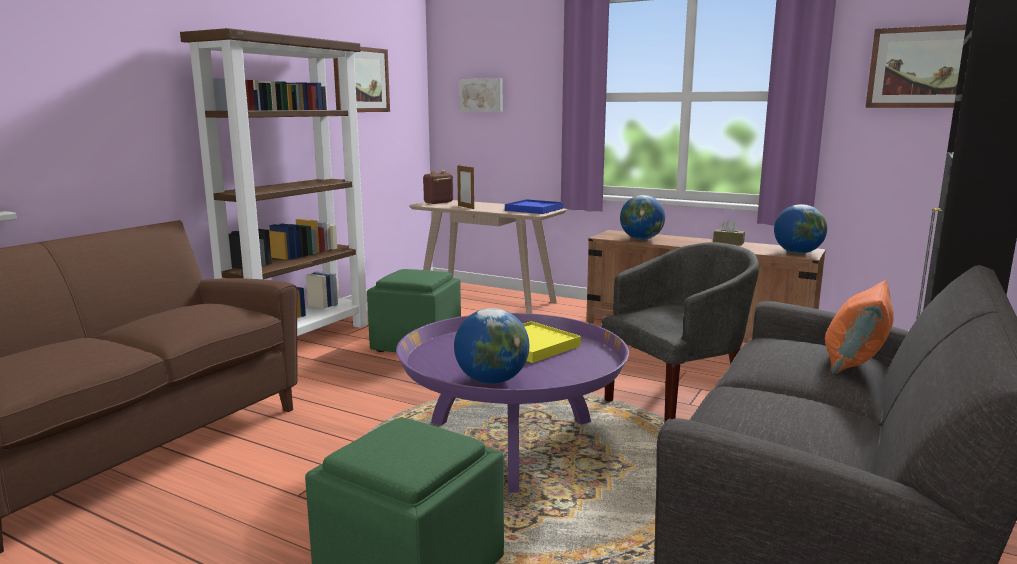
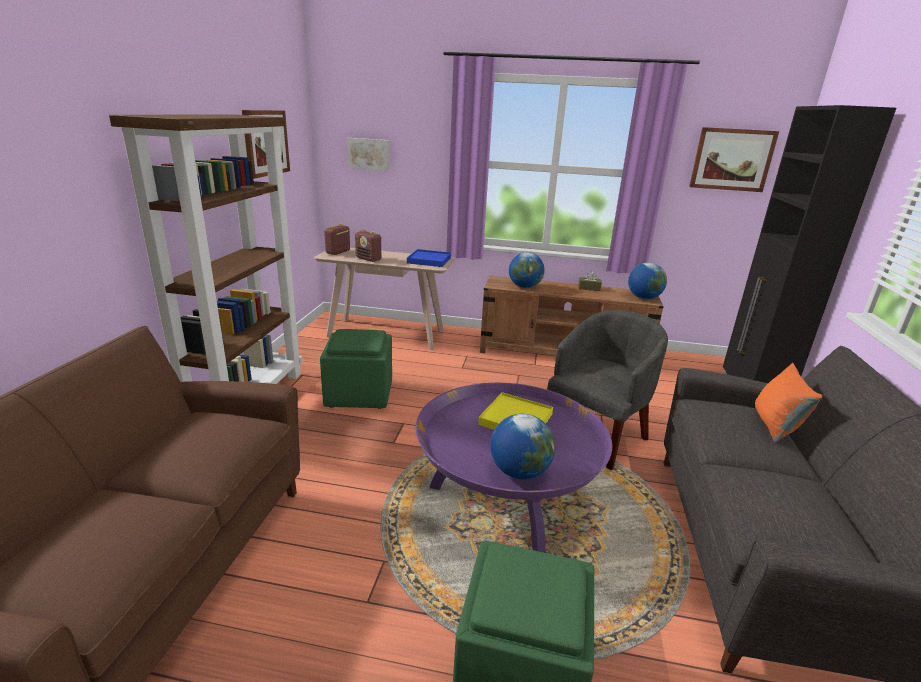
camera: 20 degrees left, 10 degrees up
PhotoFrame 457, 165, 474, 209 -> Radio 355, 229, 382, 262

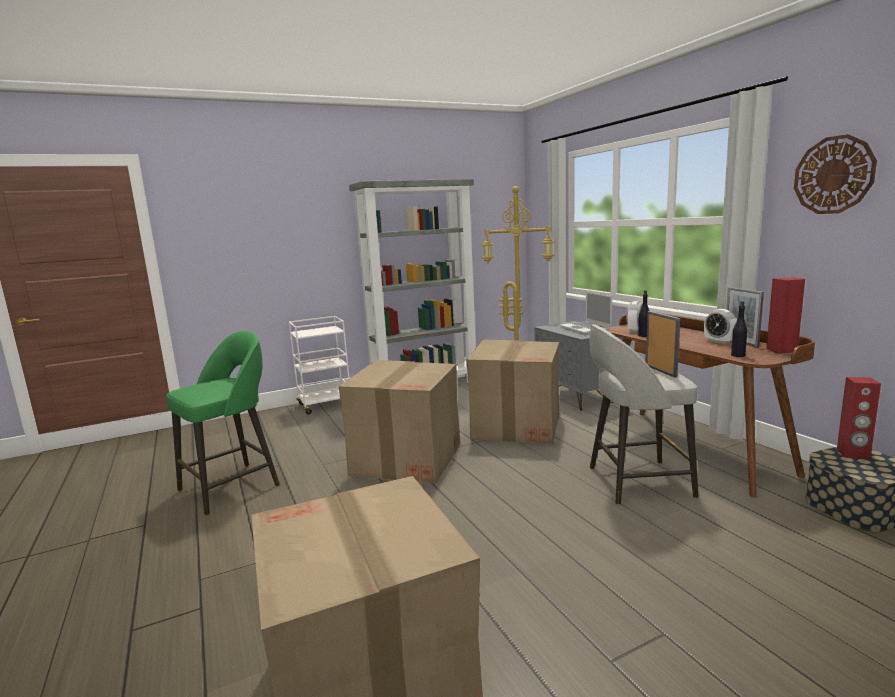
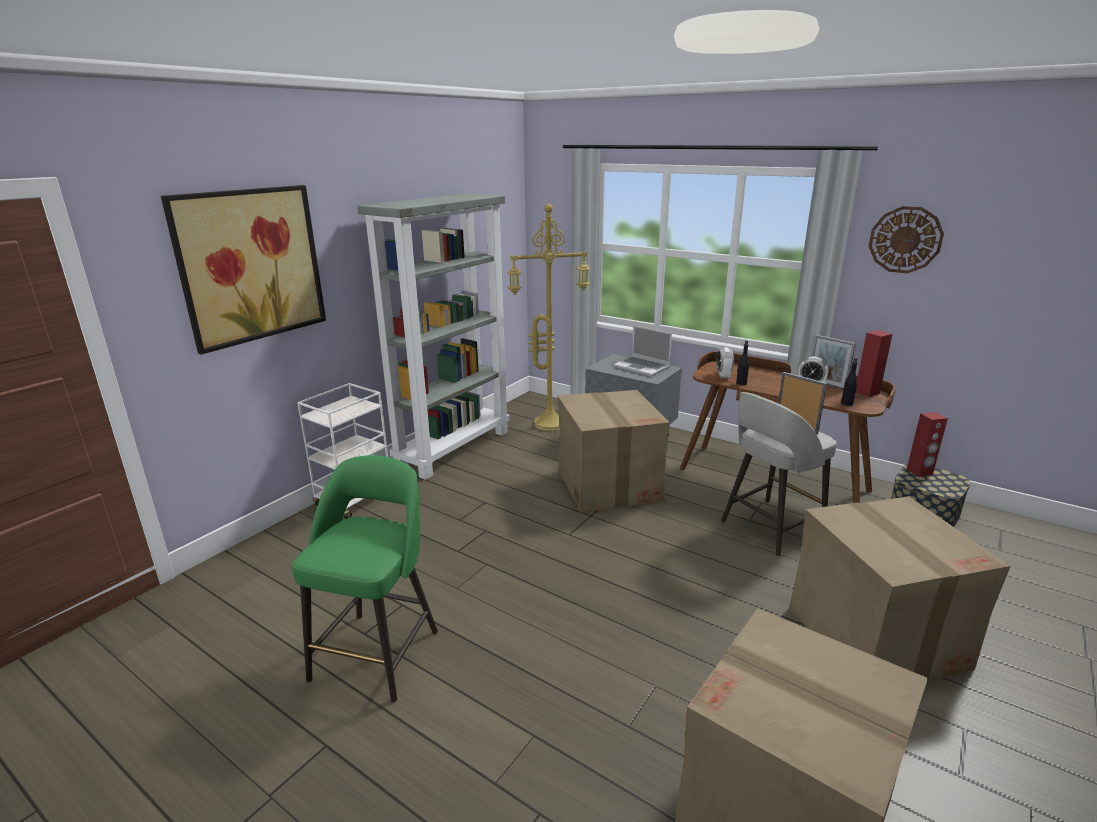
camera: 30 degrees left, 10 degrees up
CardboardBox 338, 360, 461, 483 -> CardboardBox 789, 496, 1010, 681, relocated
none -> WallPicture 161, 185, 326, 355

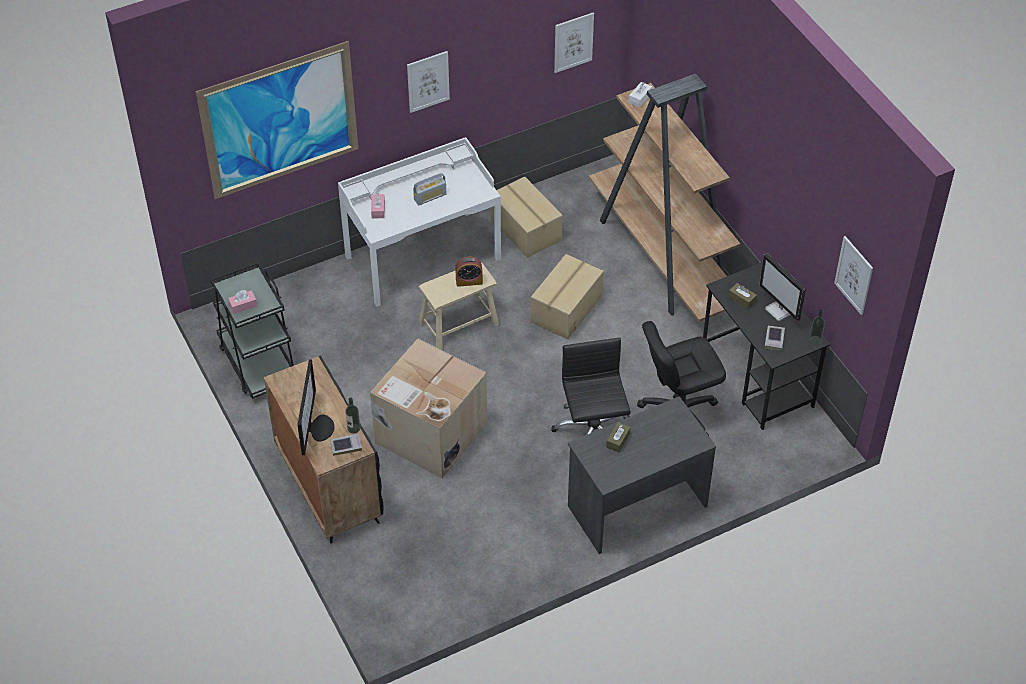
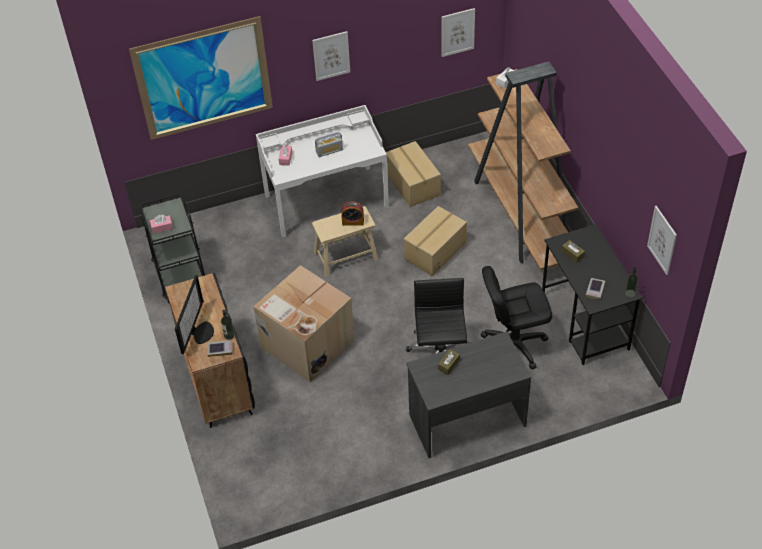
camera: 10 degrees right, 0 degrees up
ComputerScreen 759, 253, 806, 321 -> none

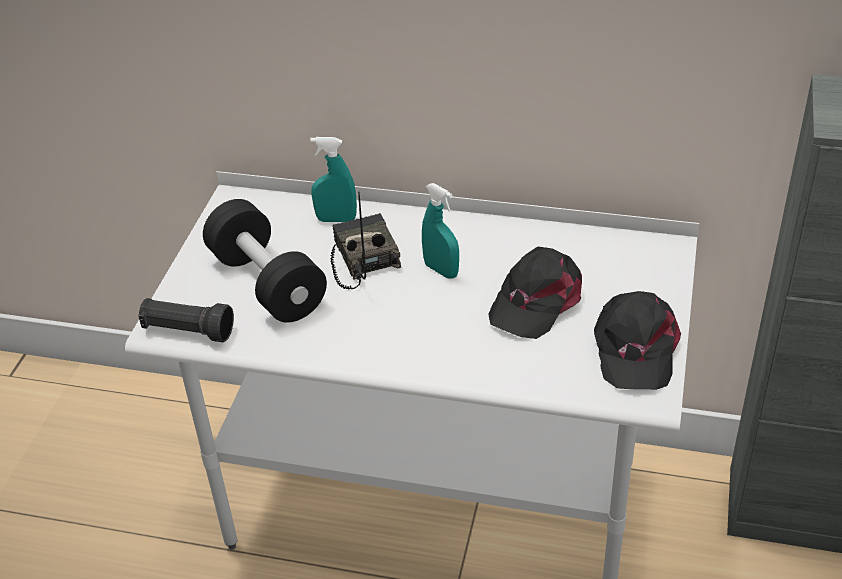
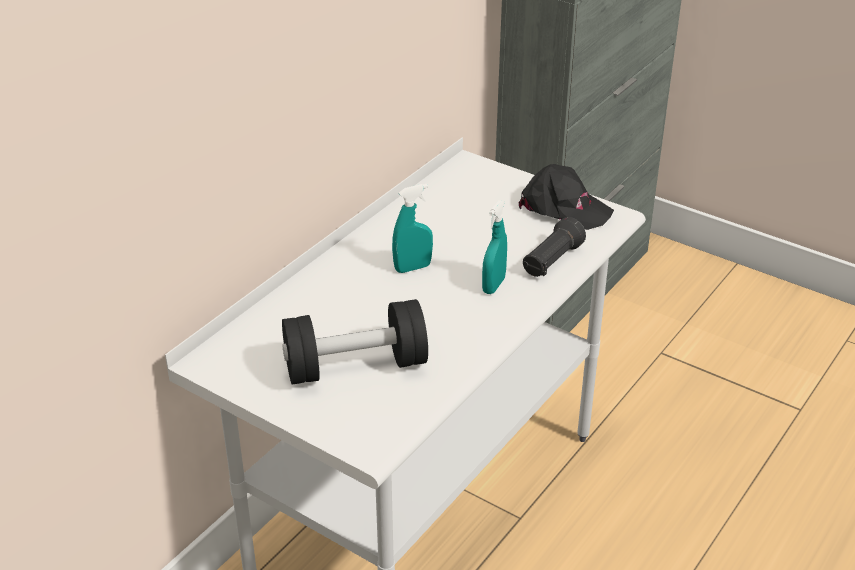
camera: 70 degrees left, 5 degrees down
BlueGreenHandSprayer 310, 137, 357, 222 -> BlueGreenHandSprayer 482, 200, 507, 294, relocated
Radio 330, 192, 401, 289 -> none
BlackColouredPeakedCap 488, 247, 582, 339 -> none
BlackColouredTorch 138, 298, 234, 342 -> BlackColouredTorch 523, 217, 586, 277, relocated

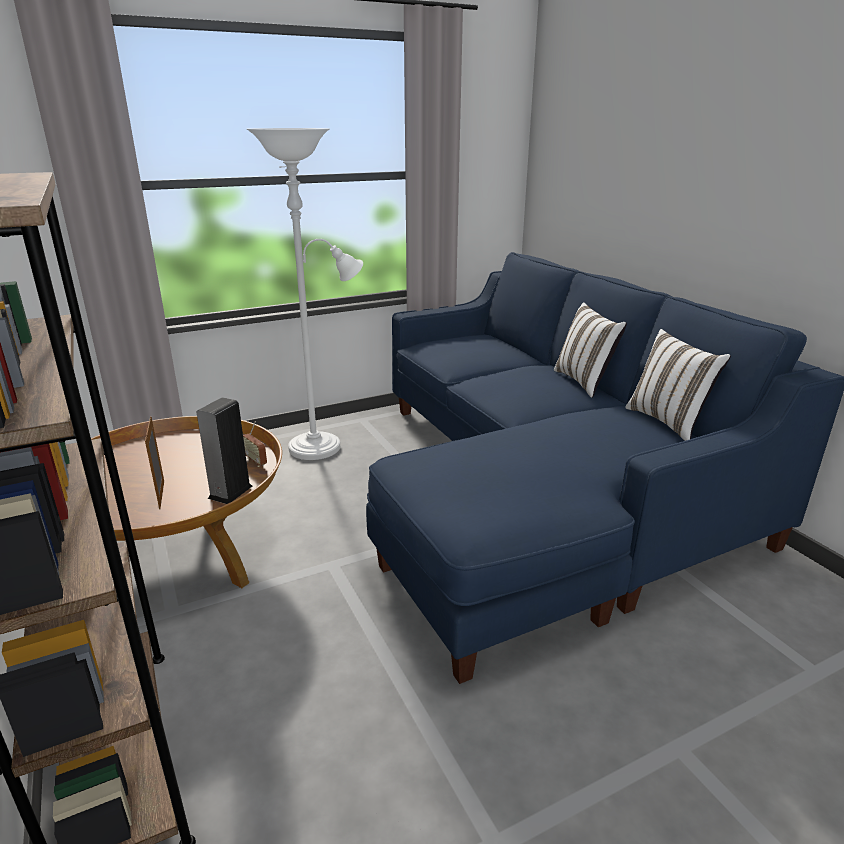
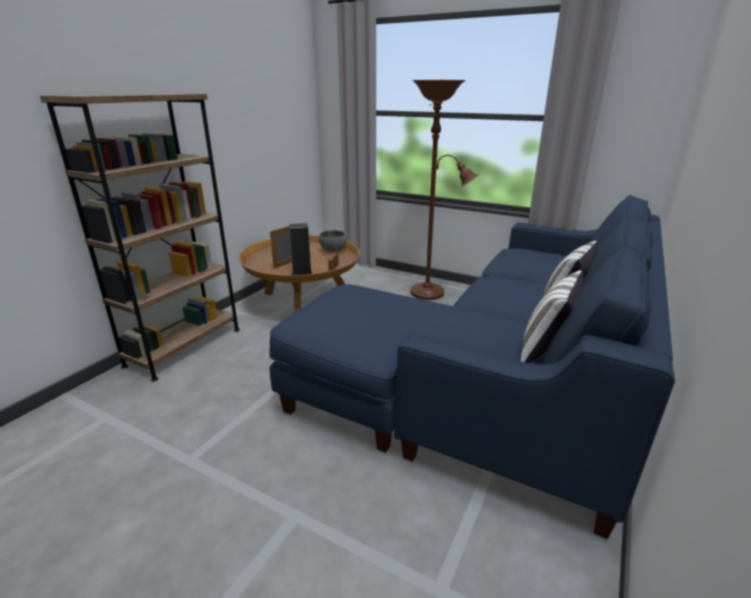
camera: 55 degrees right, 0 degrees up
WhiteColouredStandardLamp 247, 128, 363, 460 -> BrownColouredStandardLamp 410, 80, 478, 300
none -> GreyDeepDish 319, 230, 347, 252

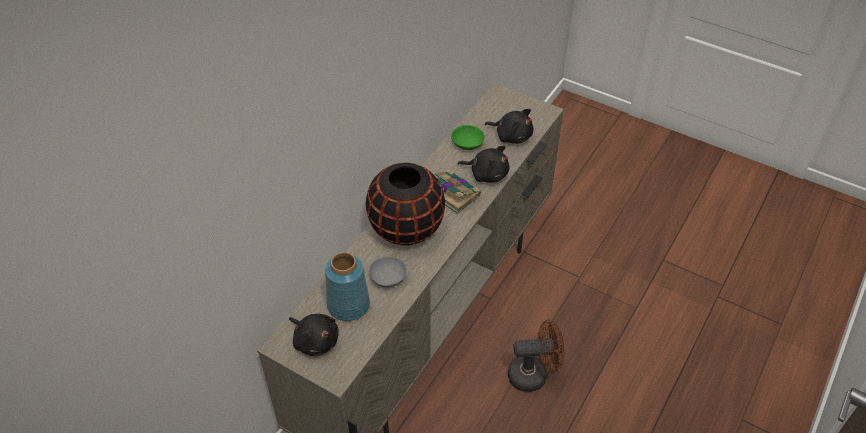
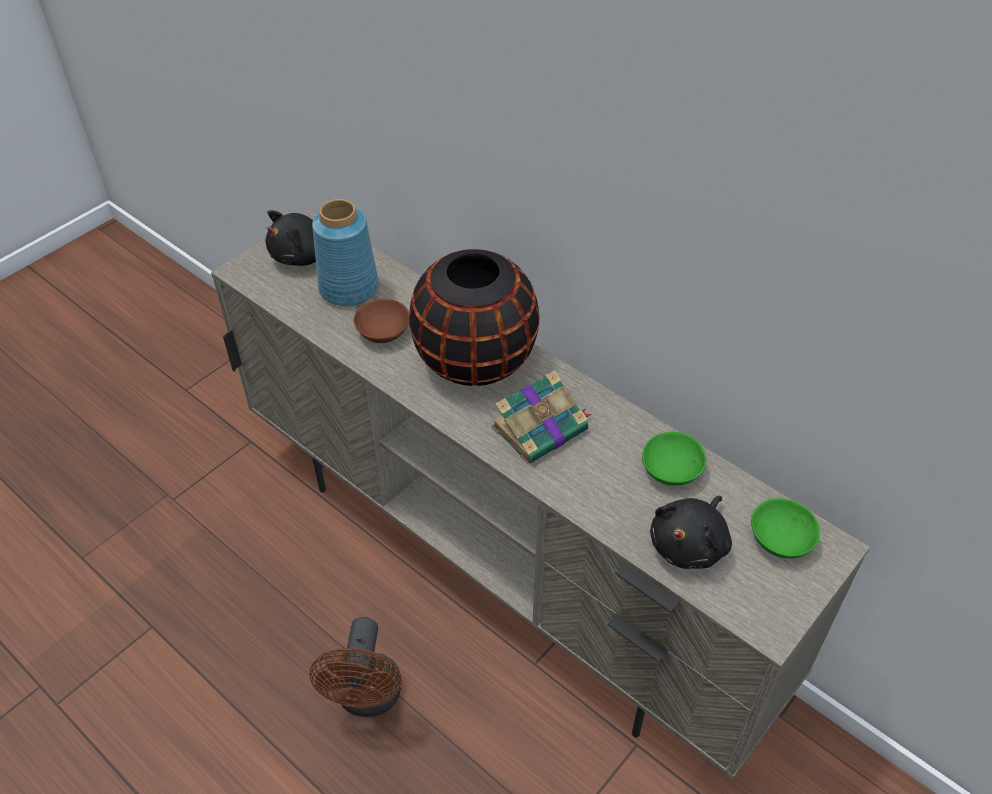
camera: 100 degrees right, 0 degrees up
BlackColouredSoftToy 458, 146, 509, 183 -> none
GreyDeepDish 369, 256, 407, 287 -> BrownColouredDeepDish 353, 299, 409, 343
none -> GreenDeepDish 751, 498, 820, 558

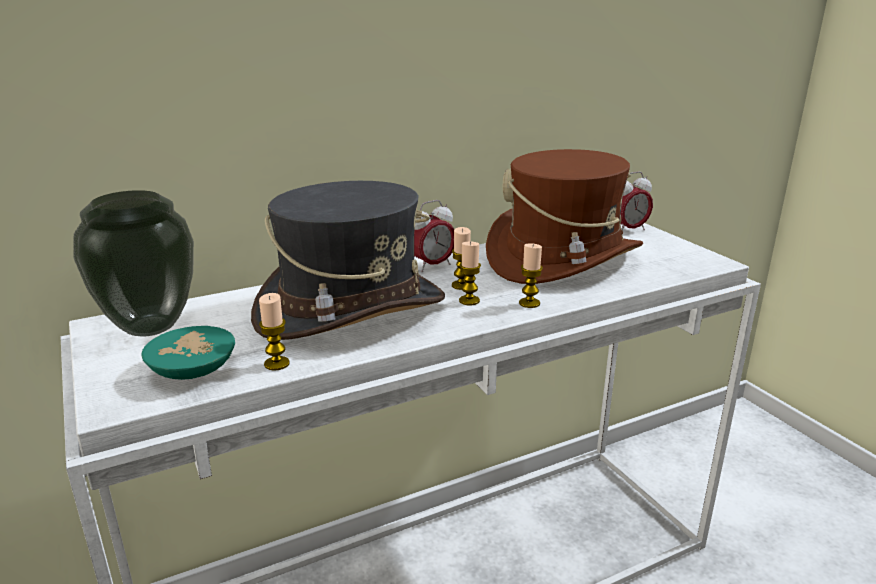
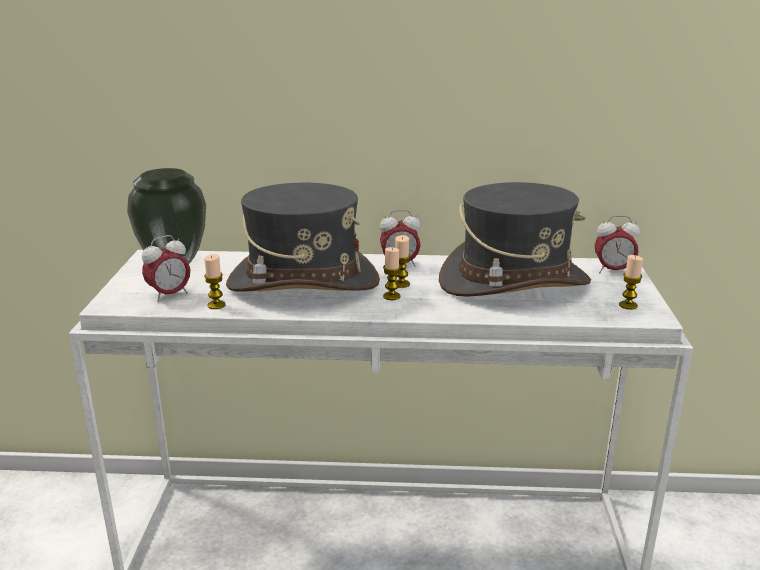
camera: 30 degrees right, 0 degrees up
BrownColouredWearableHat 486, 149, 643, 284 -> GreyWearableHat 439, 182, 591, 297
WaxLight 519, 243, 543, 308 -> WaxLight 619, 255, 643, 310, relocated
BlueGreenDeepDish 141, 326, 235, 380 -> AlarmClock 142, 235, 191, 302

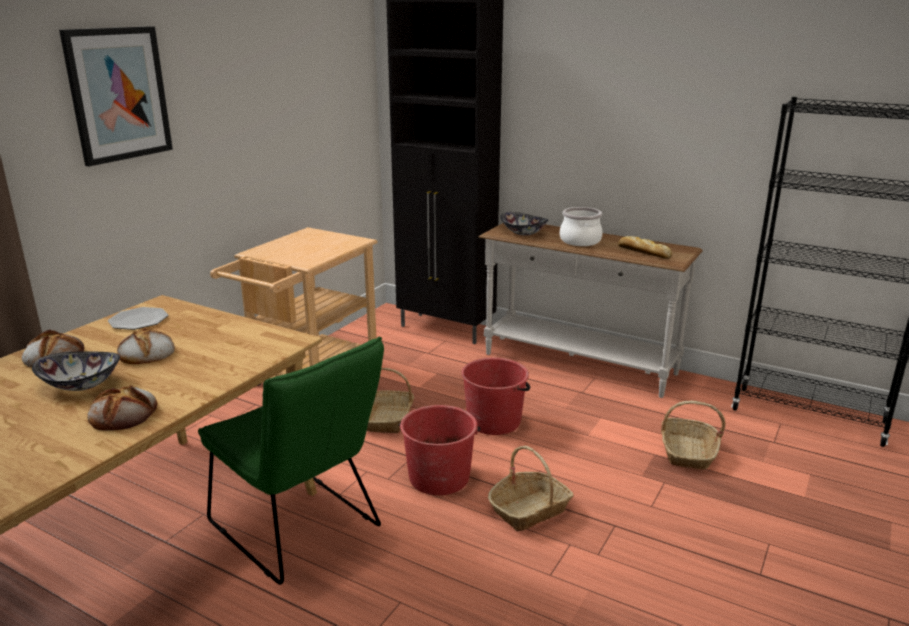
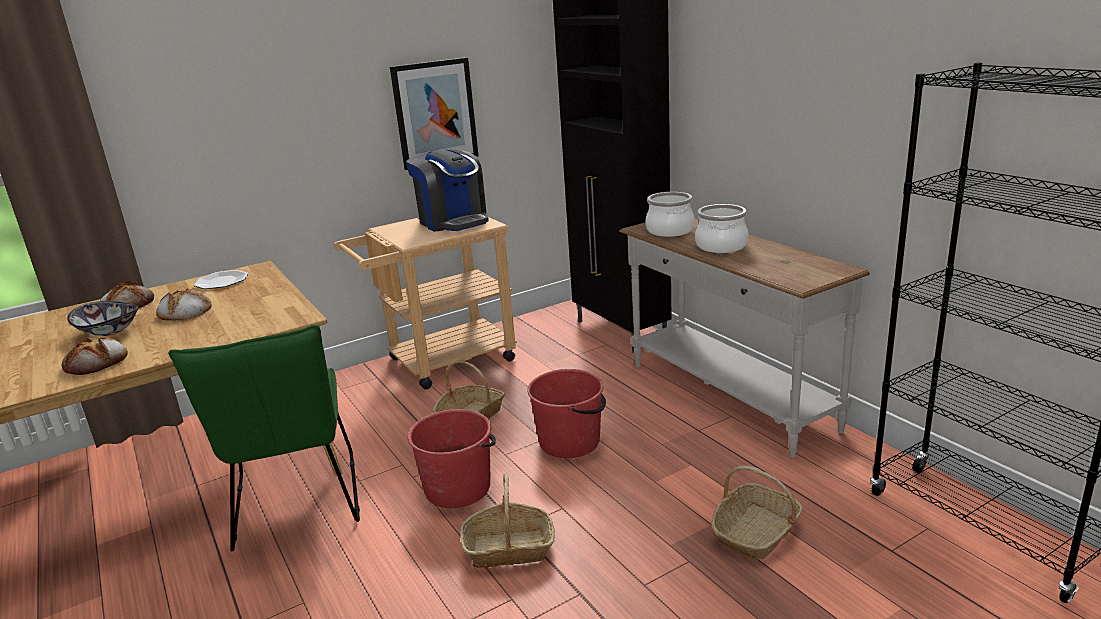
camera: 30 degrees right, 0 degrees up
WallPicture 59, 26, 173, 167 -> WallPicture 390, 57, 479, 170, relocated
DeepDish 500, 212, 548, 235 -> Stockpot 645, 192, 695, 237
BakeryBread 618, 236, 672, 259 -> none
none -> CoffeeBrewer 406, 149, 489, 232

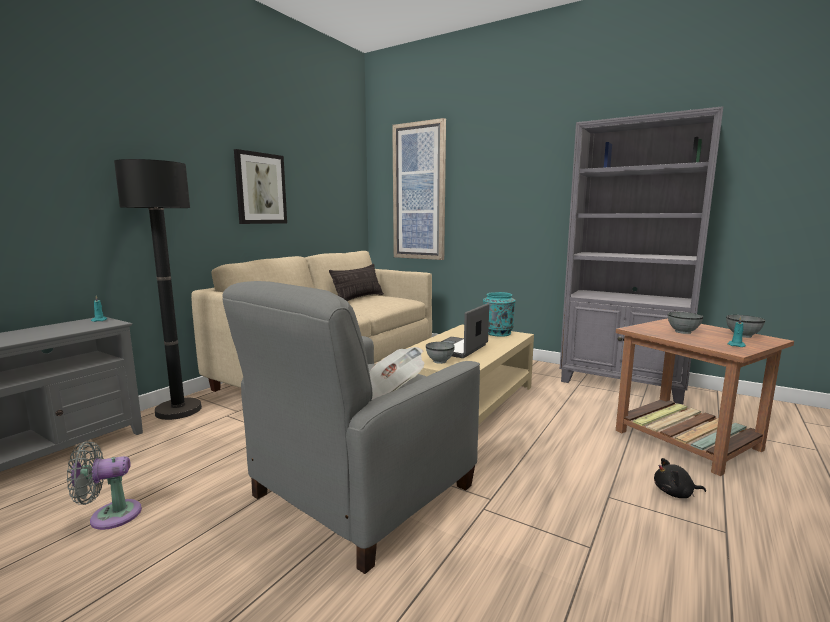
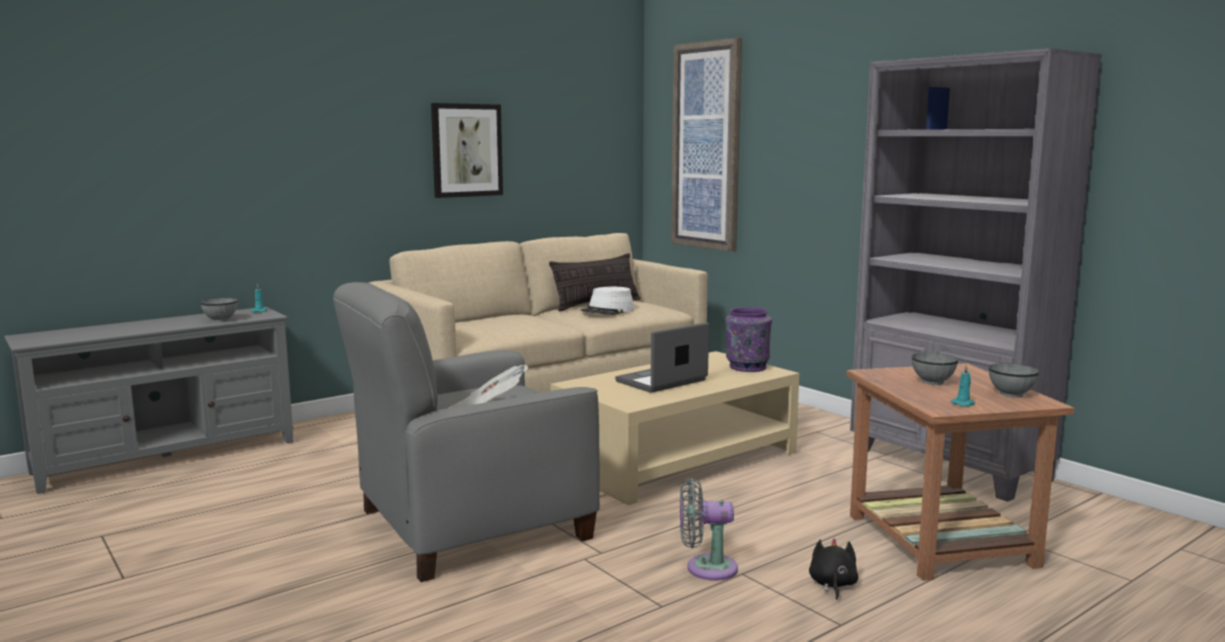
camera: 20 degrees right, 0 degrees up
BlackColouredStandardLamp 114, 159, 202, 420 -> none
BlueGreenFlowerVase 483, 292, 516, 337 -> PurpleFlowerVase 725, 307, 772, 372
GreyDeepDish 426, 342, 455, 364 -> GreyDeepDish 200, 298, 238, 322, relocated
GreyElectricFan 67, 441, 142, 530 -> GreyElectricFan 680, 478, 738, 581, relocated
BlackColouredSoftToy 654, 458, 706, 498 -> BlackColouredSoftToy 809, 539, 858, 600, 75 degrees clockwise
none -> WhiteColouredWearableHat 581, 287, 634, 315

